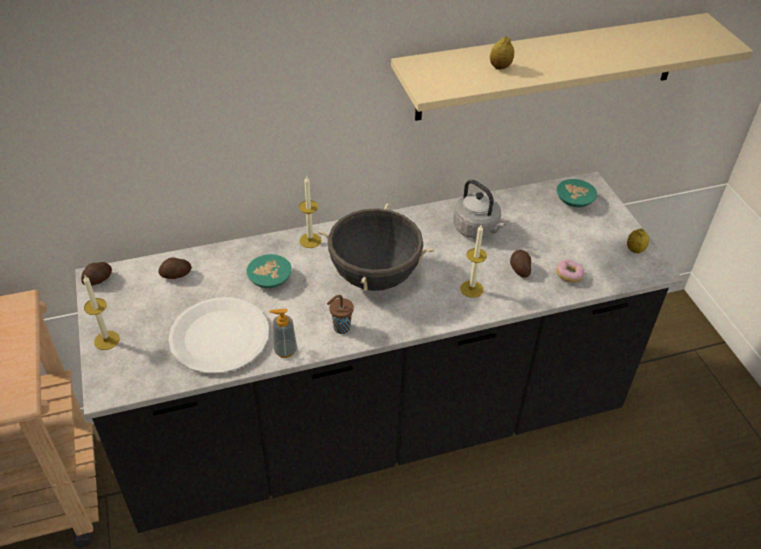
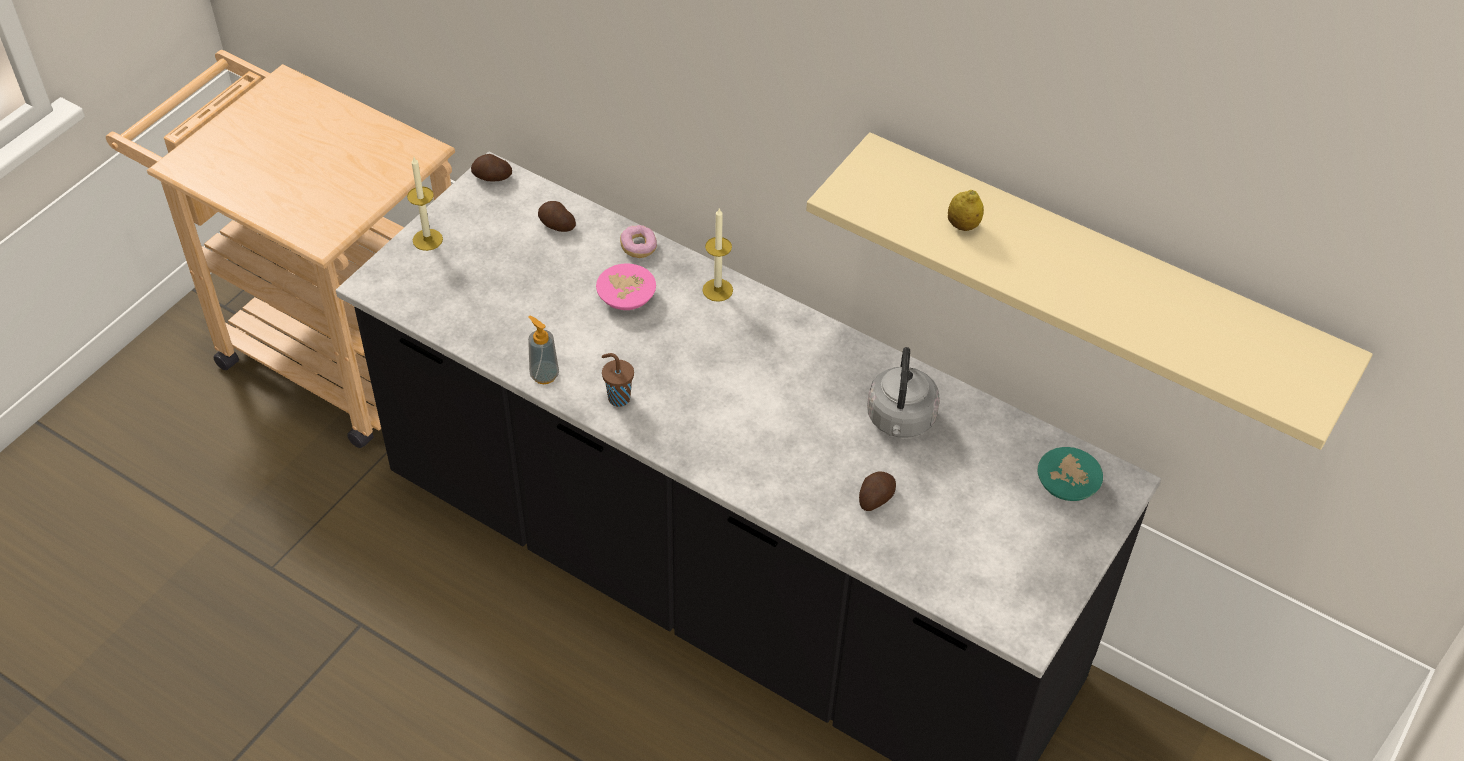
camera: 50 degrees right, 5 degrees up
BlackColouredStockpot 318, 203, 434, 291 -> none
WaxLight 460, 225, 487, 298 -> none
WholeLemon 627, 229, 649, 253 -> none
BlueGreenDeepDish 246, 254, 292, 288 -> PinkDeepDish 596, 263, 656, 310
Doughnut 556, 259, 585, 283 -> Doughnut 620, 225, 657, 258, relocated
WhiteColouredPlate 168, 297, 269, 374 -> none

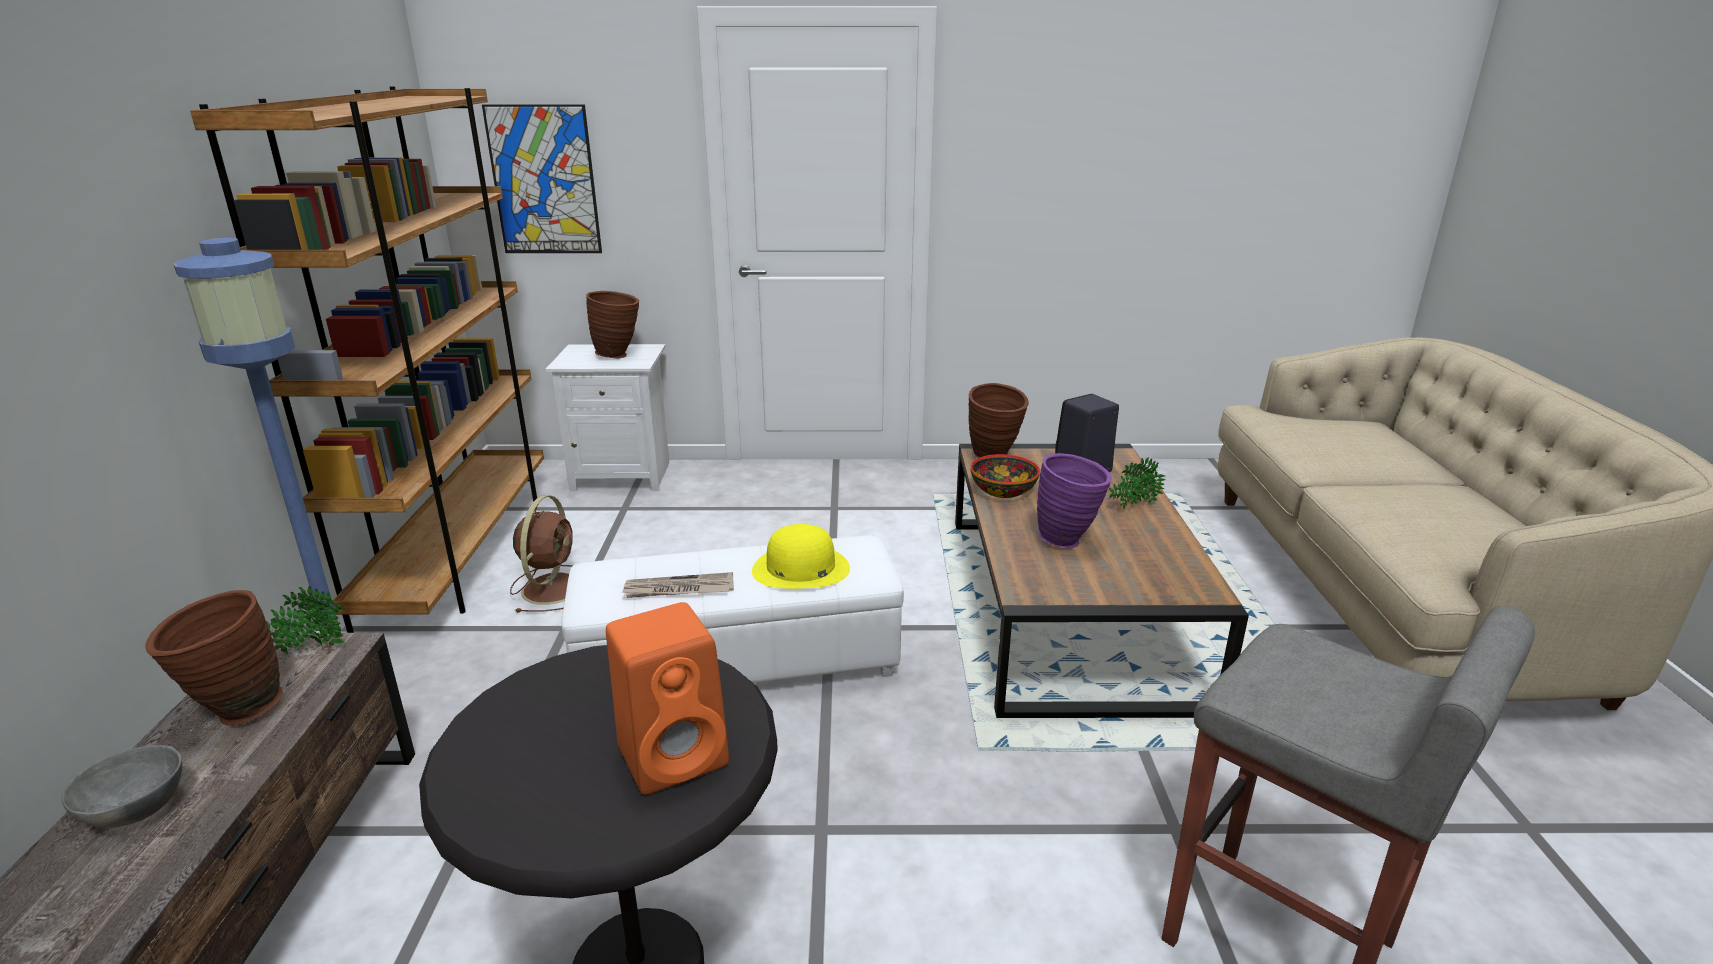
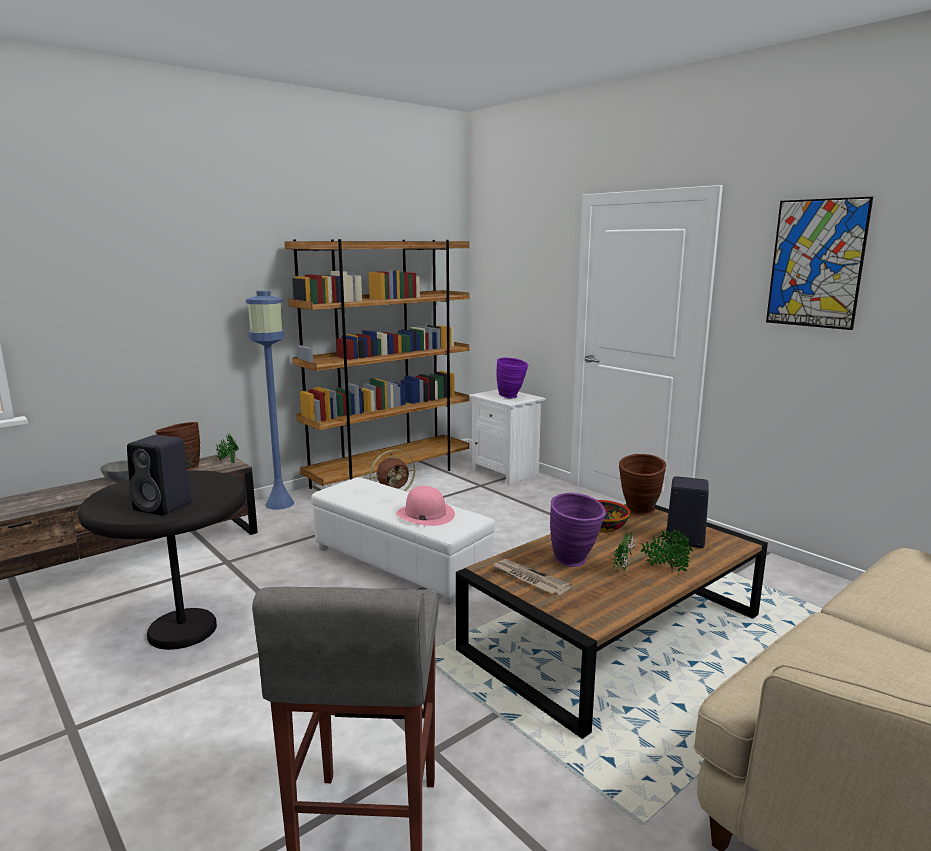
camera: 50 degrees right, 10 degrees down
WallPicture 482, 104, 602, 253 -> WallPicture 766, 197, 873, 330, relocated
BrownColouredFlowerVase 586, 291, 639, 358 -> PurpleFlowerVase 496, 357, 528, 399
YellowishWearableHat 752, 524, 850, 589 -> PinkWearableHat 397, 486, 455, 526
Newspaper 621, 572, 734, 598 -> Newspaper 492, 559, 572, 595, relocated
OrangeLoudspeaker 606, 602, 729, 795 -> BlackColouredLoudspeaker 127, 435, 192, 516
none -> PlantInAPot 613, 531, 636, 572

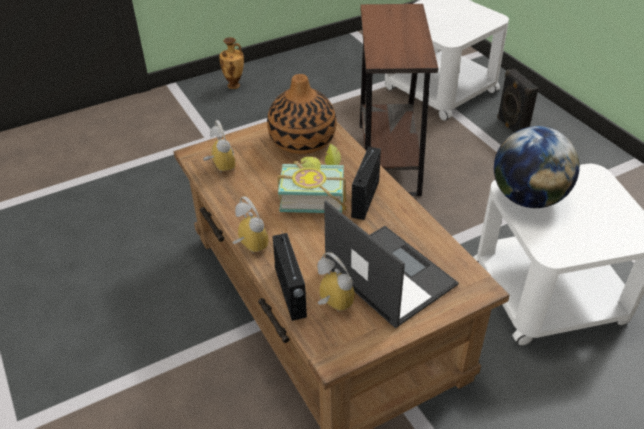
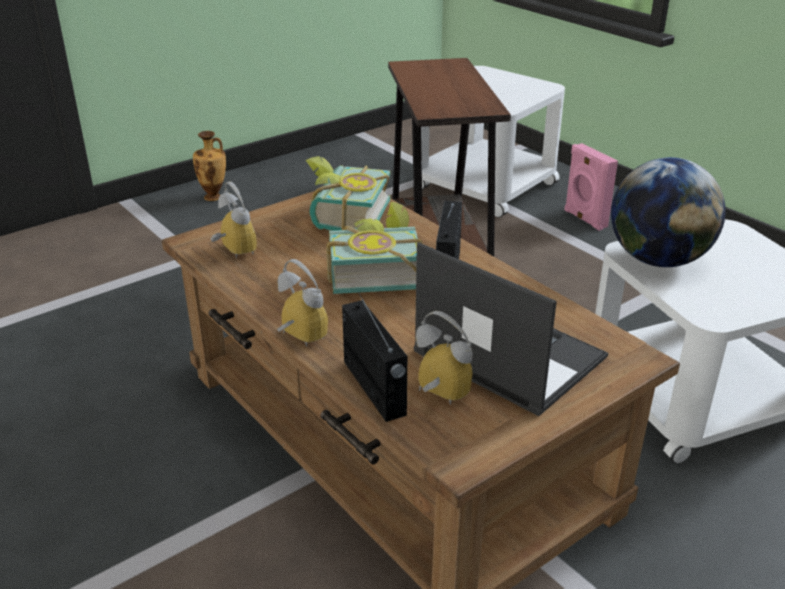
camera: 10 degrees left, 10 degrees down
BlackColouredLoudspeaker 497, 69, 539, 132 -> PinkLoudspeaker 564, 143, 618, 231
FlowerVase 267, 74, 336, 154 -> Book 305, 156, 390, 231

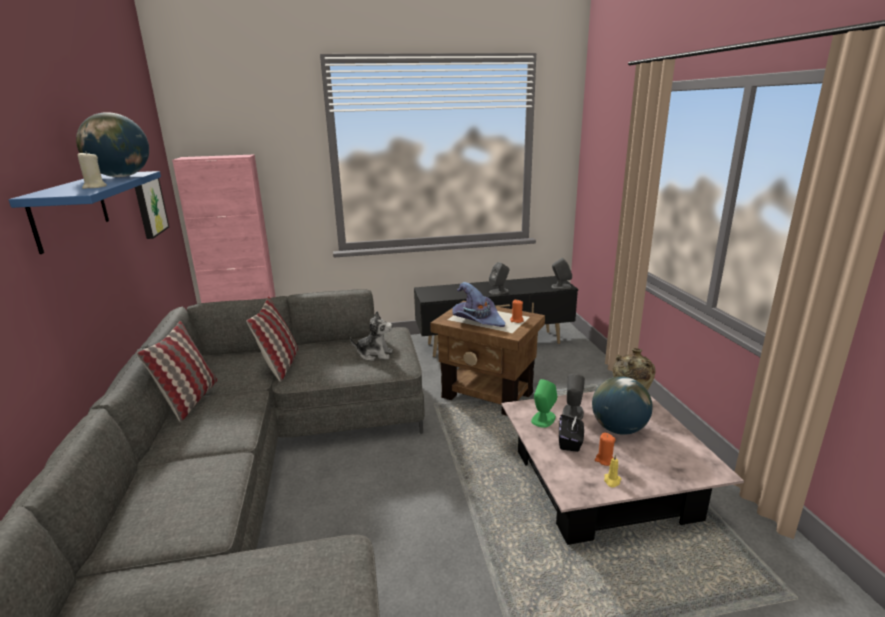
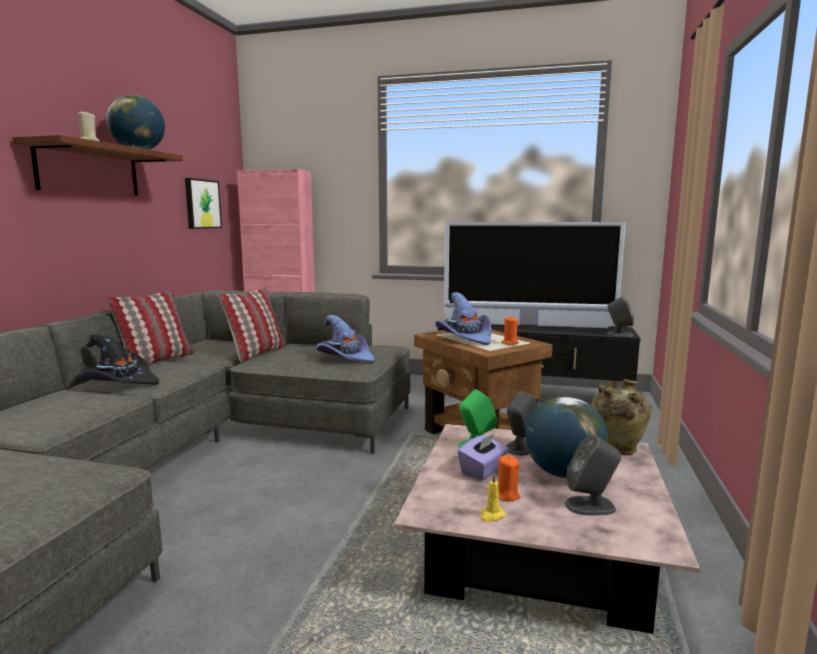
camera: 25 degrees right, 10 degrees down
BlueColouredBracketShelf 9, 171, 161, 254 -> BrownColouredBracketShelf 12, 135, 183, 196
GreyLoudspeaker 489, 262, 510, 295 -> GreyLoudspeaker 565, 435, 621, 515, relocated
SoftToy 350, 311, 393, 361 -> PurpleWearableHat 317, 315, 375, 363
BlackColouredTissueHolder 559, 415, 584, 452 -> PurpleTissueHolder 458, 433, 509, 480
none -> Tv 444, 222, 626, 328
none -> BlackColouredWearableHat 80, 334, 159, 385

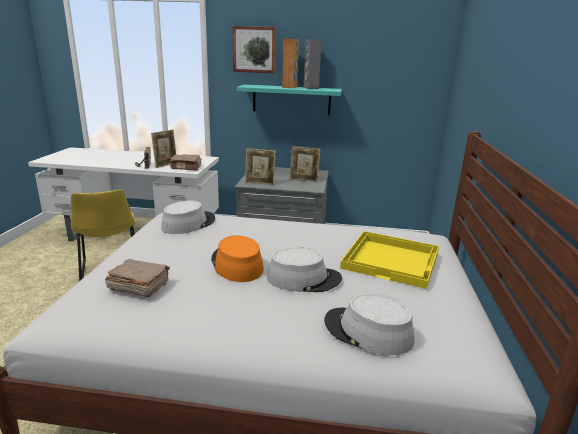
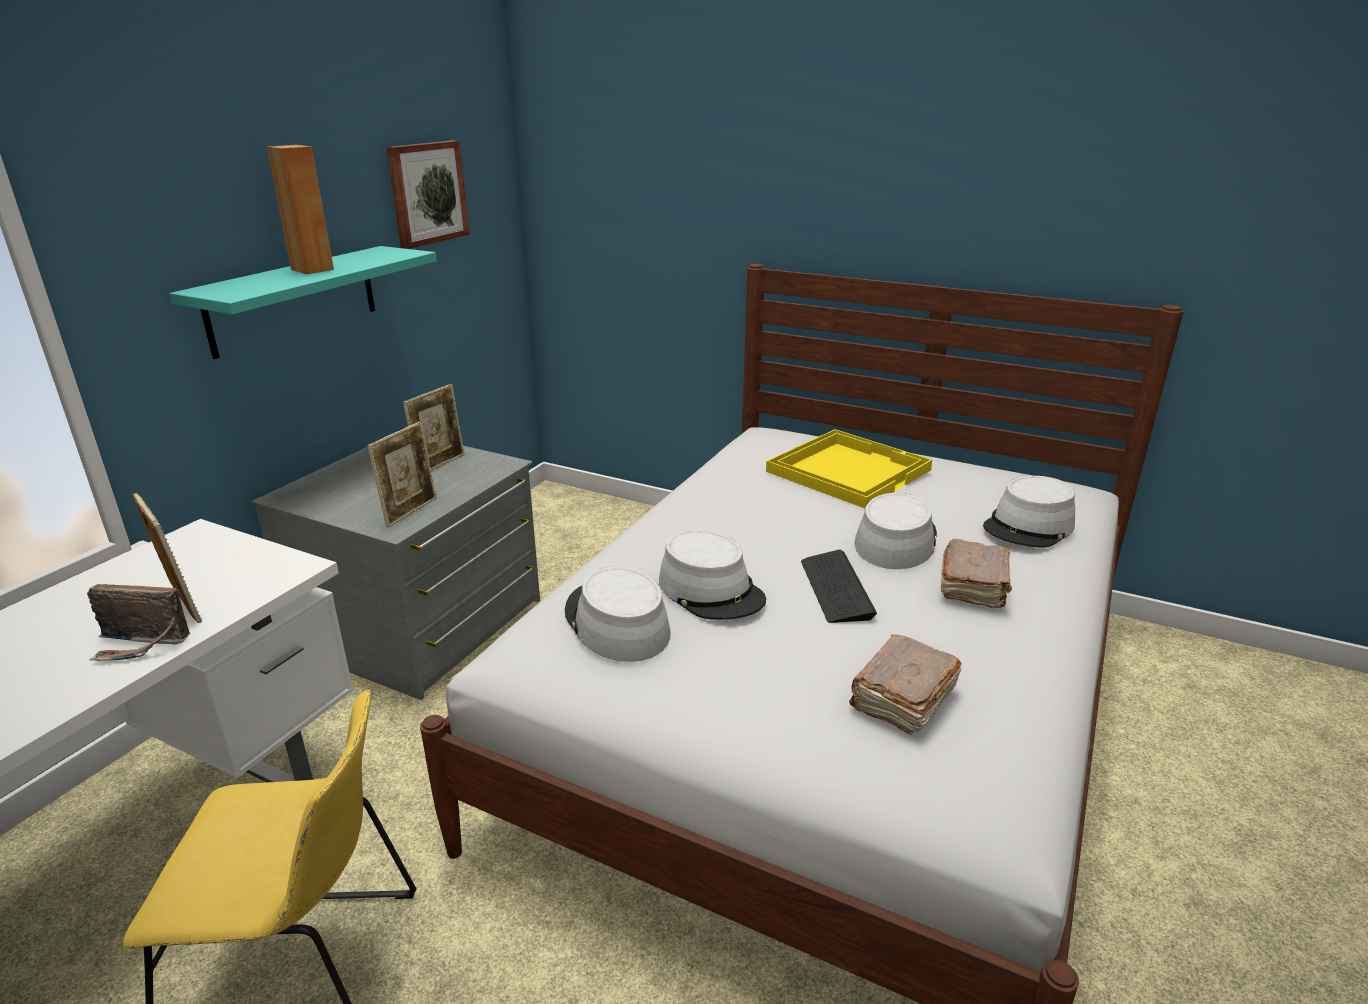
camera: 70 degrees left, 5 degrees up
WallPicture 232, 26, 276, 73 -> WallPicture 387, 141, 470, 249, relocated
GreyLoudspeaker 304, 40, 321, 89 -> none
BrownColouredBook 169, 154, 201, 171 -> BrownColouredBook 941, 539, 1012, 608, relocated
OrangeWearableHat 211, 236, 264, 282 -> ComputerKeyboard 801, 550, 877, 623
none -> GreyWearableHat 659, 530, 766, 620

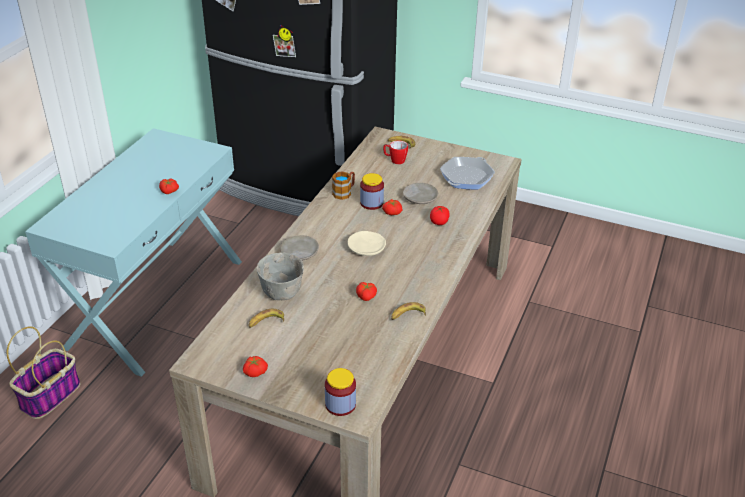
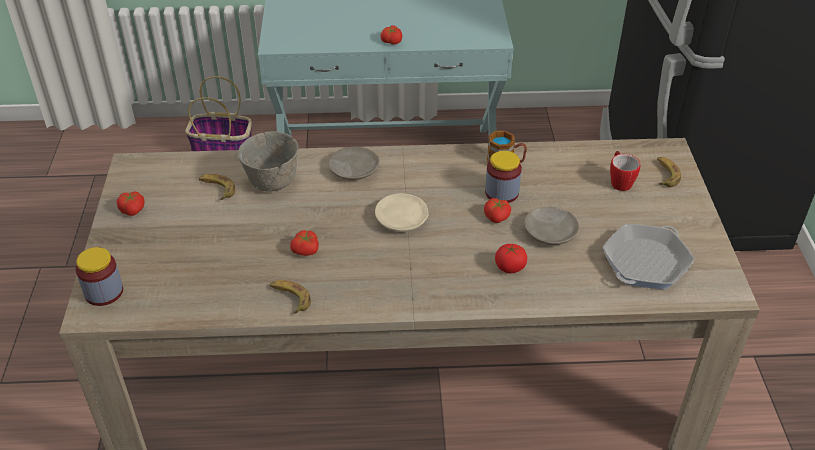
camera: 65 degrees right, 5 degrees up
FryingPan 440, 157, 495, 189 -> FryingPan 602, 224, 695, 289, 120 degrees clockwise

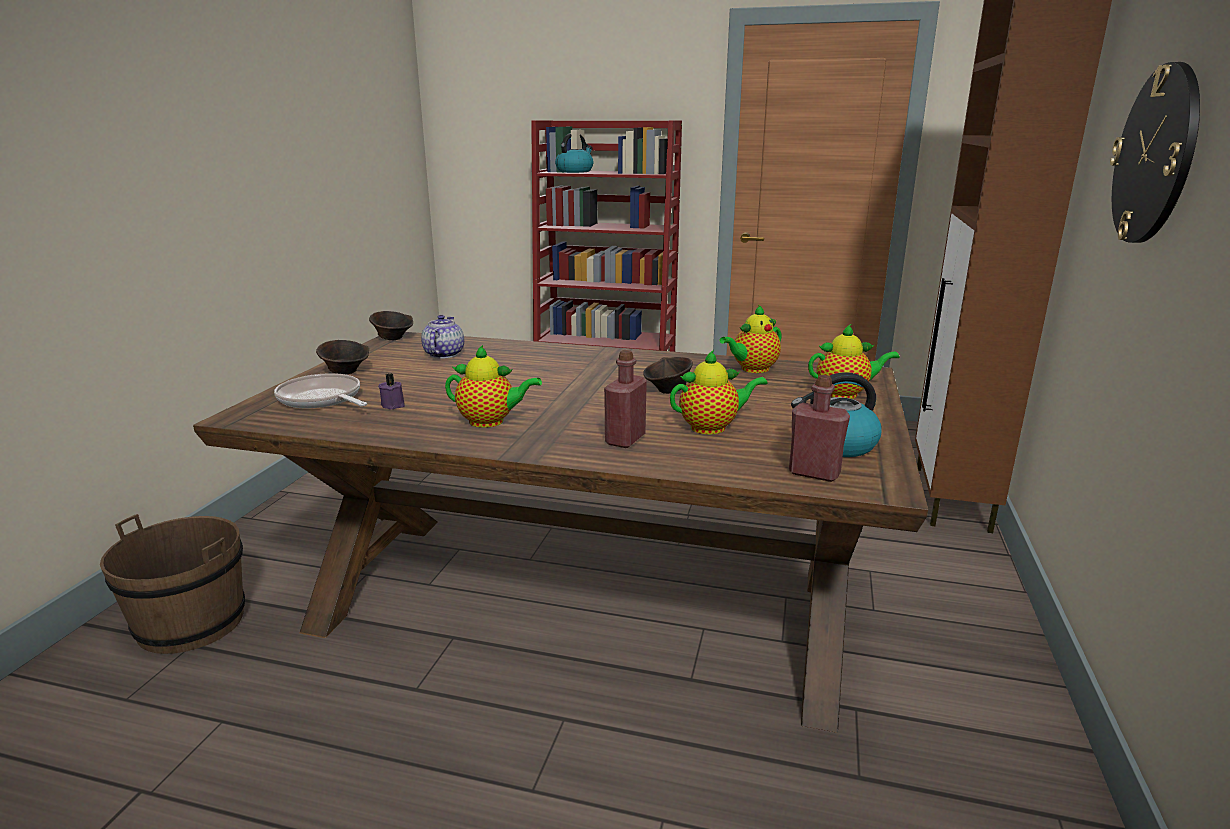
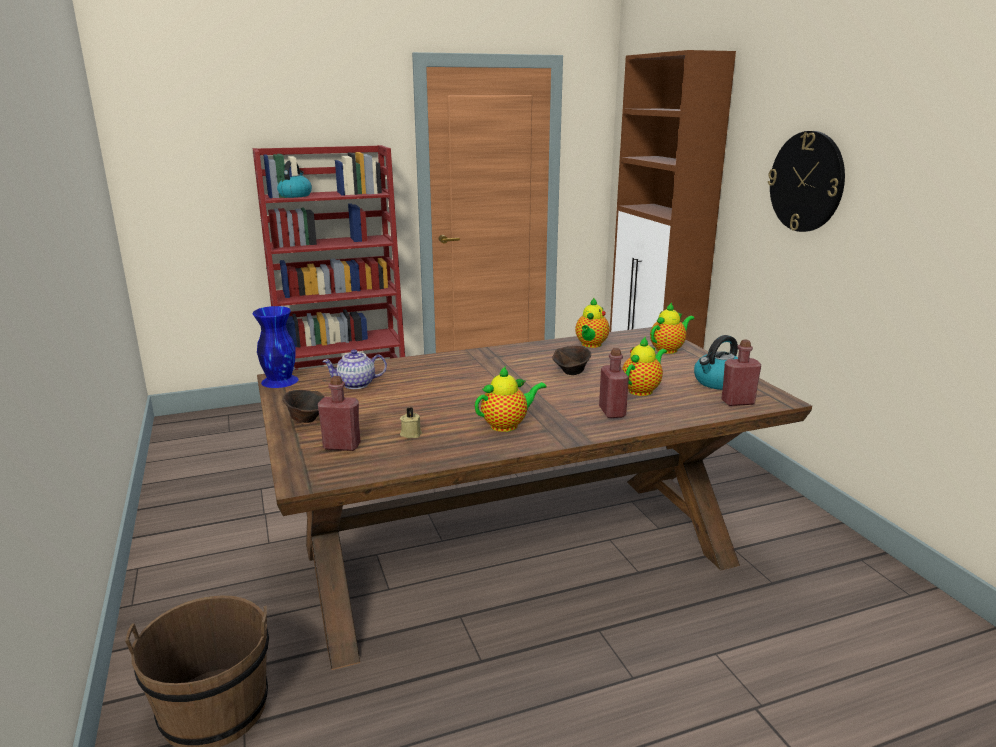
camera: 35 degrees left, 0 degrees up
BrownColouredDeepDish 369, 311, 413, 340 -> BlueColouredFlowerVase 253, 306, 299, 388
TeaPot 421, 315, 464, 358 -> TeaPot 322, 349, 387, 389, 75 degrees counterclockwise
FryingPan 274, 373, 367, 408 -> RedBeverageBottle 318, 376, 361, 451
PurpleWaxLight 378, 373, 405, 409 -> BeigeColouredWaxLight 400, 407, 422, 438

